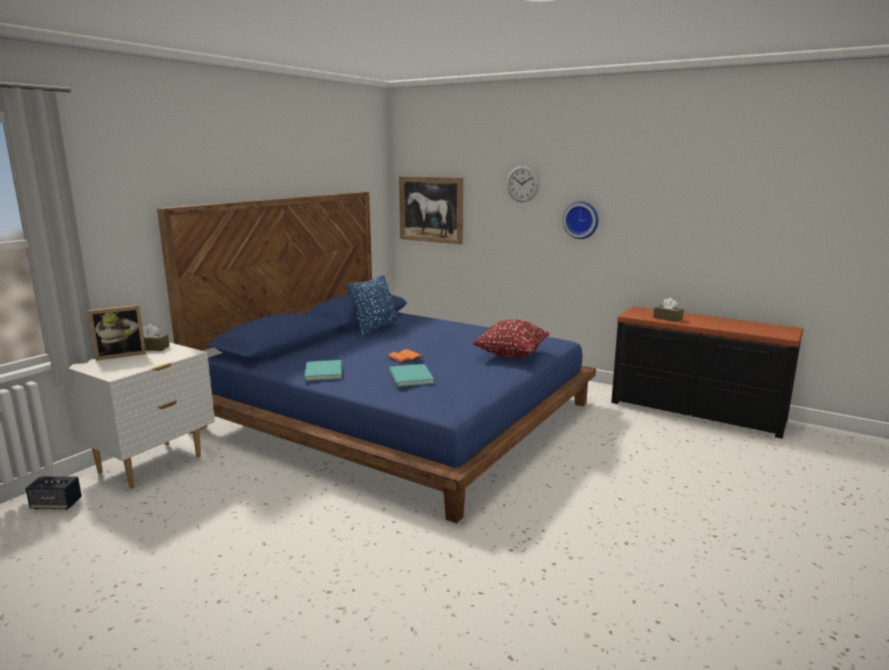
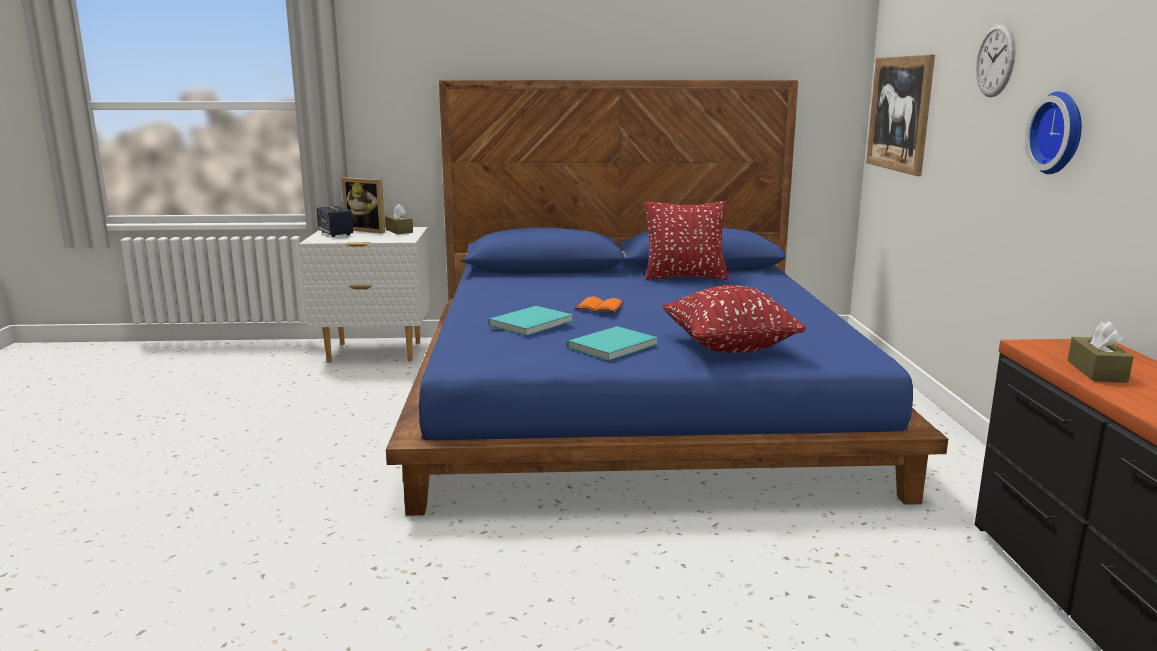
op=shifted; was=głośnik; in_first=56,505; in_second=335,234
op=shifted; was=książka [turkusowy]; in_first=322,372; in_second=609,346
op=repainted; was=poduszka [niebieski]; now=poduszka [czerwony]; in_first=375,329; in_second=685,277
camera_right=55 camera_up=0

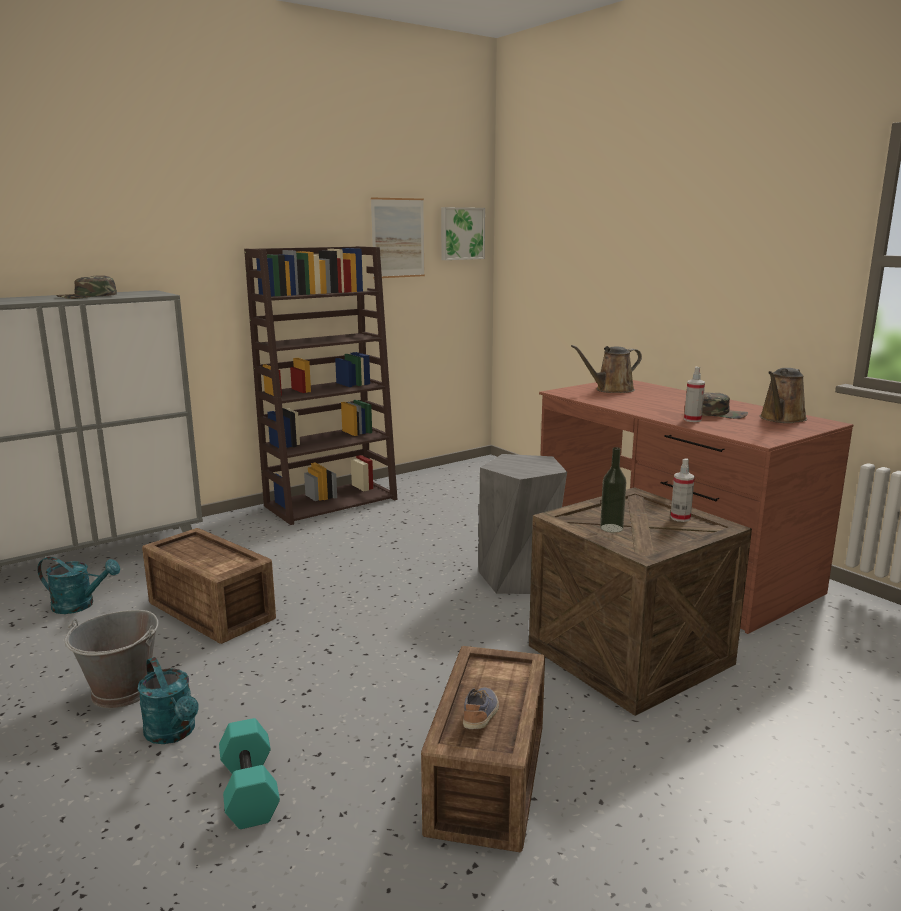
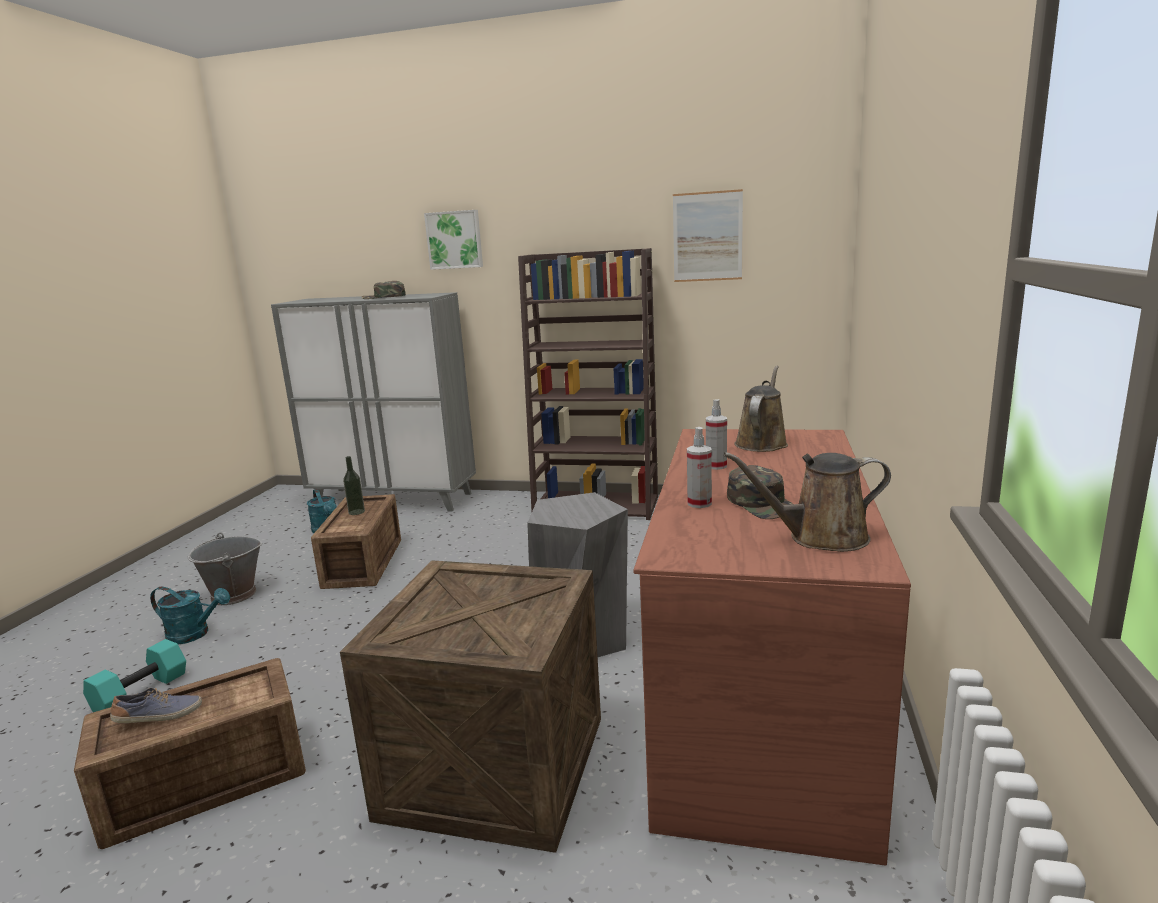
op=rotated; was=konewka [turkusowy]; in_first=173,733; in_second=195,634; clockwise=-90
op=shifted; was=butelka; in_first=611,528; in_second=356,512
op=shifted; was=obraz; in_first=461,233; in_second=455,240
op=shifted; was=spryskiwacz; in_first=680,518; in_second=716,466
op=rotated; was=konewka [brązowy]; in_first=611,390; in_second=762,443; clockwise=90
camera_right=50 camera_up=0

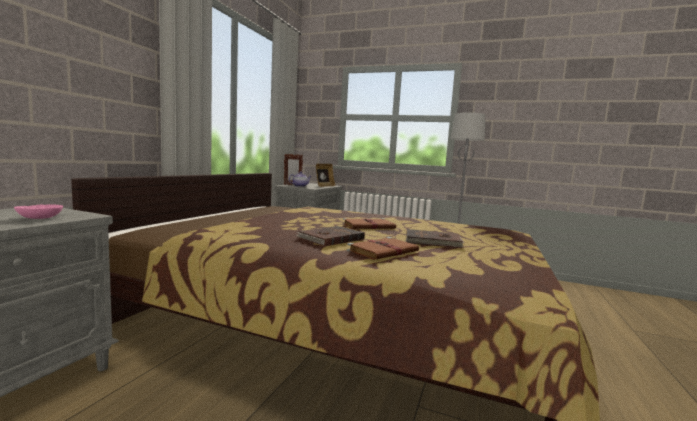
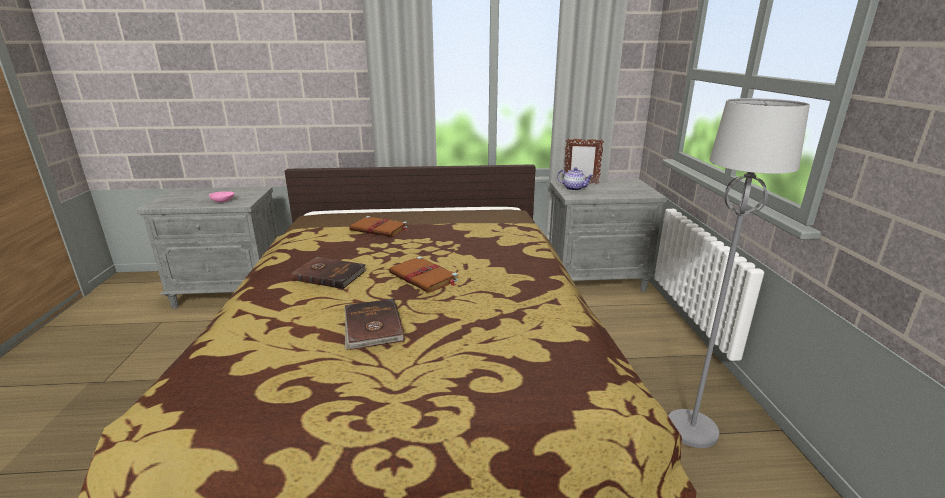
op=shifted; was=książka [brązowy]; in_first=383,251; in_second=380,229
op=gone; was=ramka na zdjęcie; in_first=324,186
camera_right=65 camera_up=15

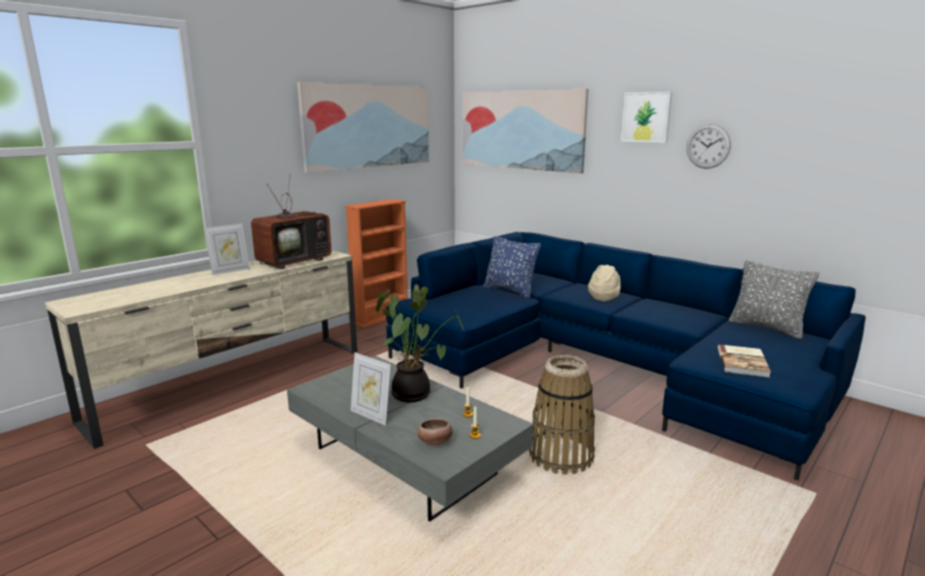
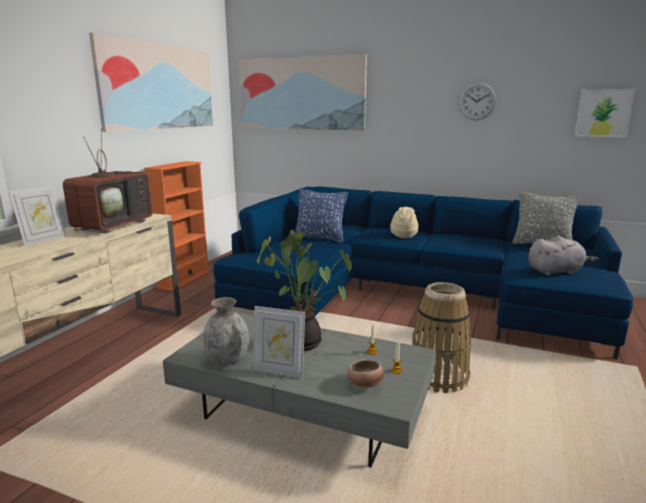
op=new; now=wazon [szary]; in_second=227,359
op=swapped; was=książka; now=pluszak [szary]; in_first=743,362; in_second=556,271
op=shifted; was=obraz; in_first=646,117; in_second=603,113
camera_right=-20 camera_up=0

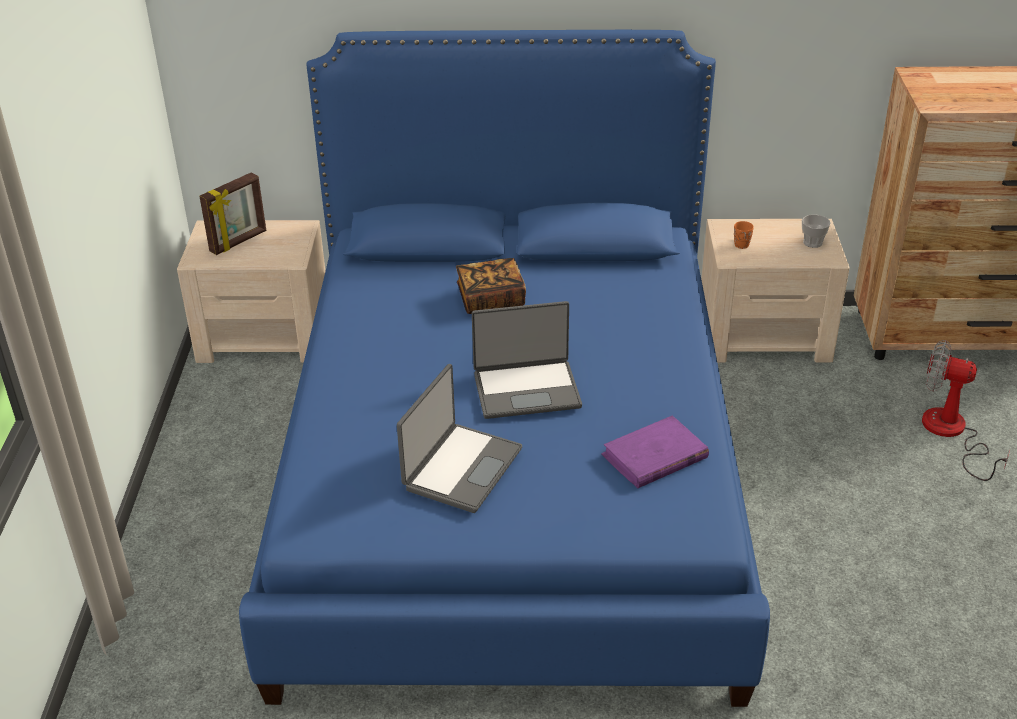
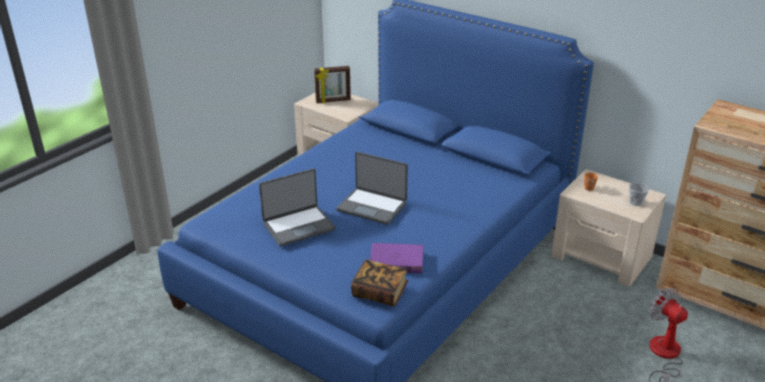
op=shifted; was=książka; in_first=491,299; in_second=379,292
camera_right=35 camera_up=-5

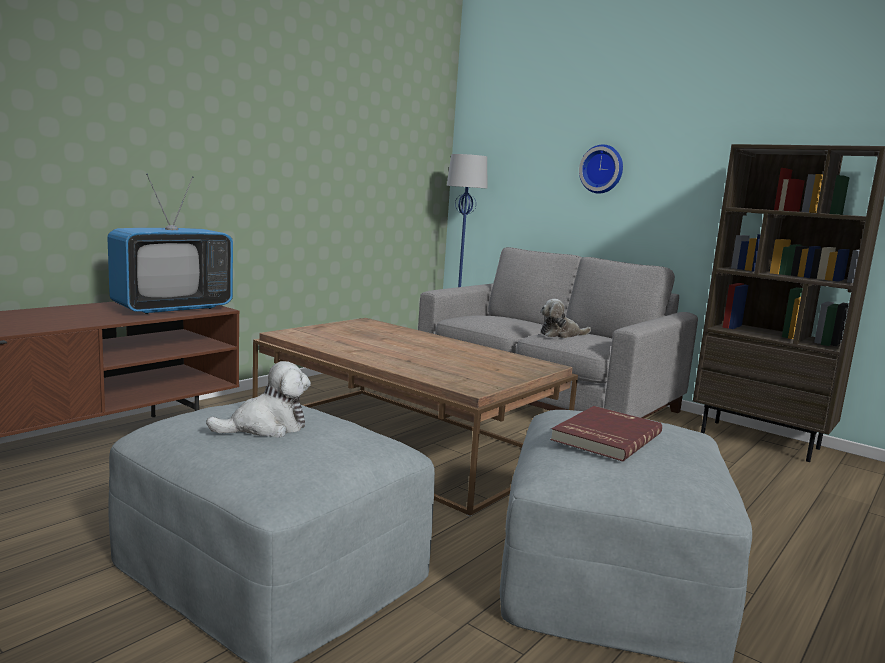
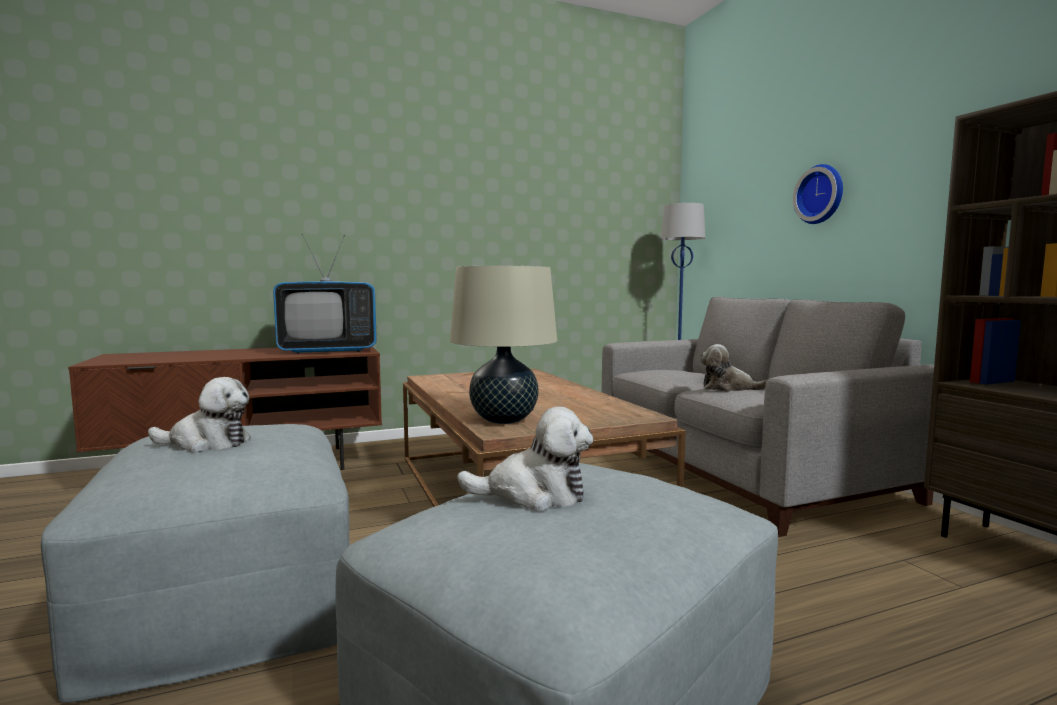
op=new; now=lampa stołowa [beżowy]; in_second=504,420
op=swapped; was=książka [czerwony]; now=pluszak; in_first=604,436; in_second=533,494
camera_right=30 camera_up=-5

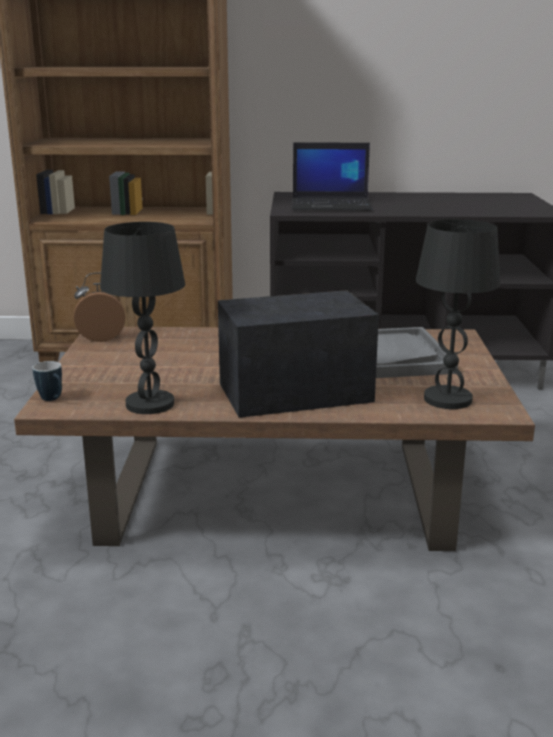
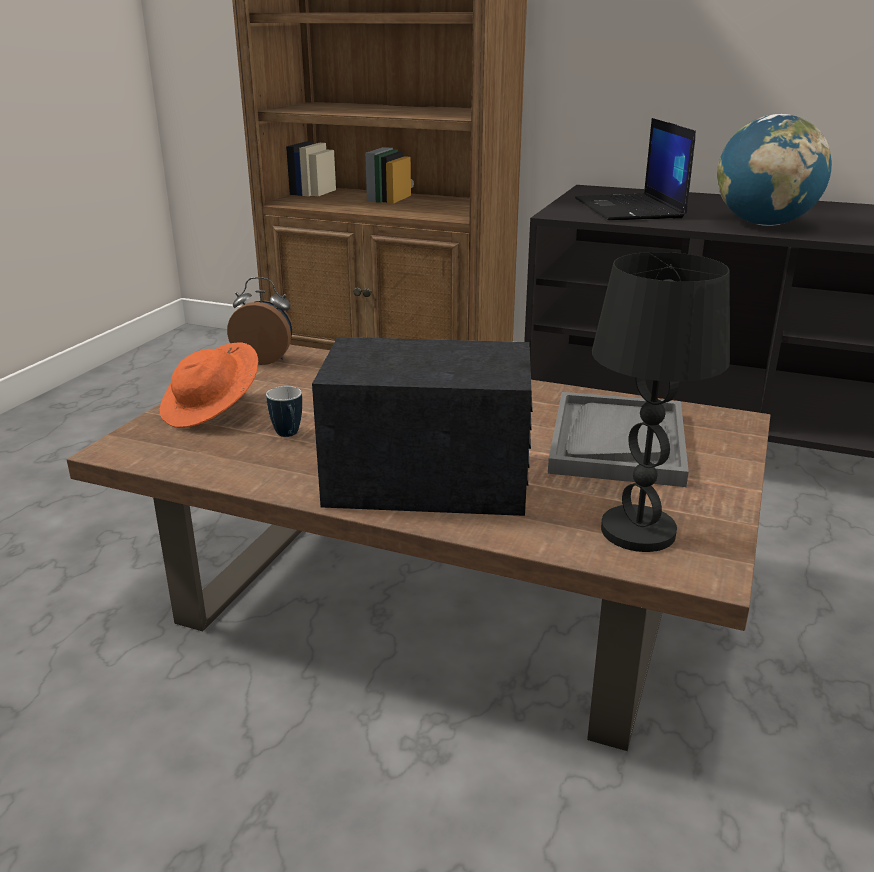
op=new; now=kapelusz [pomarańczowy]; in_second=212,410
op=shifted; was=kubek; in_first=53,400; in_second=289,435
op=rotated; was=laptop; in_first=332,205; in_second=630,209; clockwise=60
op=new; now=globus; in_second=764,224
op=gone; was=lampa stołowa [czarny]; in_first=150,404
camera_right=20 camera_up=5

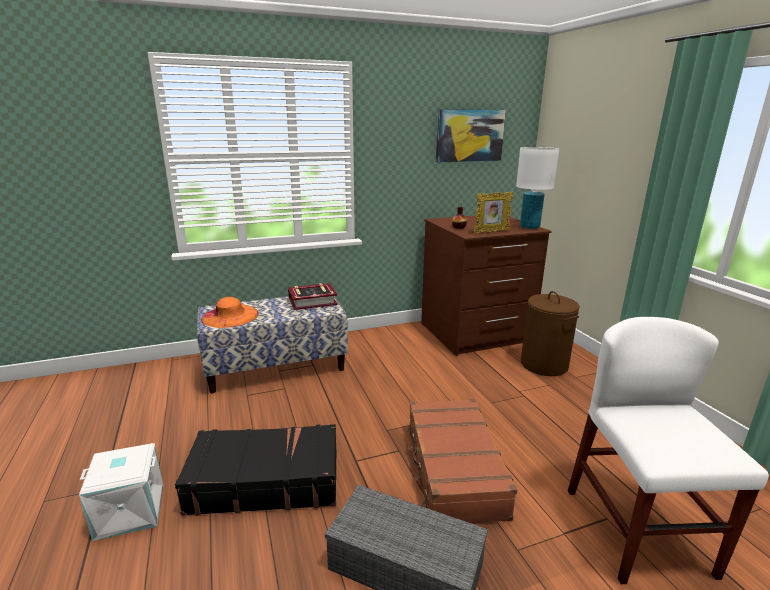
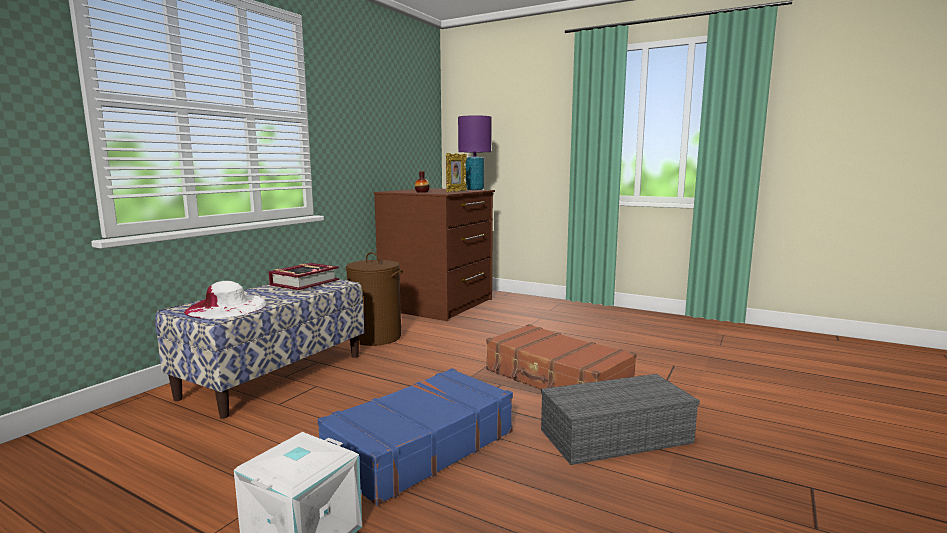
op=repainted; was=kapelusz [pomarańczowy]; now=kapelusz [biały]; in_first=230,316; in_second=226,307
op=repainted; was=walizka [czarny]; now=walizka [niebieski]; in_first=265,481; in_second=419,447
op=shifted; was=kosz na pranie [brązowy]; in_first=544,365; in_second=376,337
op=repainted; was=lampa stołowa [biały]; now=lampa stołowa [fioletowy]; in_first=529,227; in_second=474,189
op=gone; was=obraz; in_first=469,135
op=gone; was=krzesło [biały]; in_first=637,531
camera_right=-40 camera_up=-10

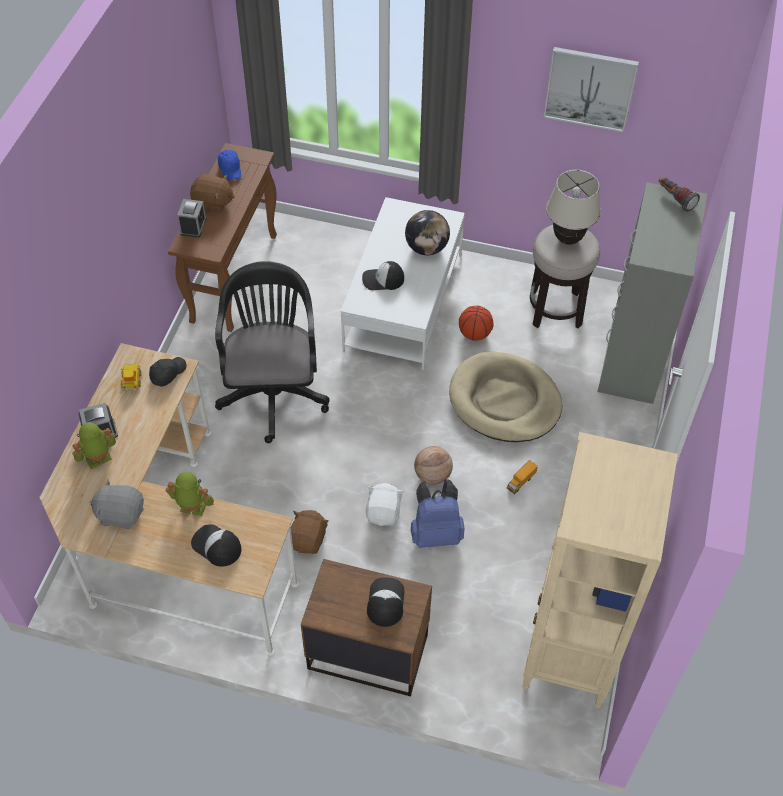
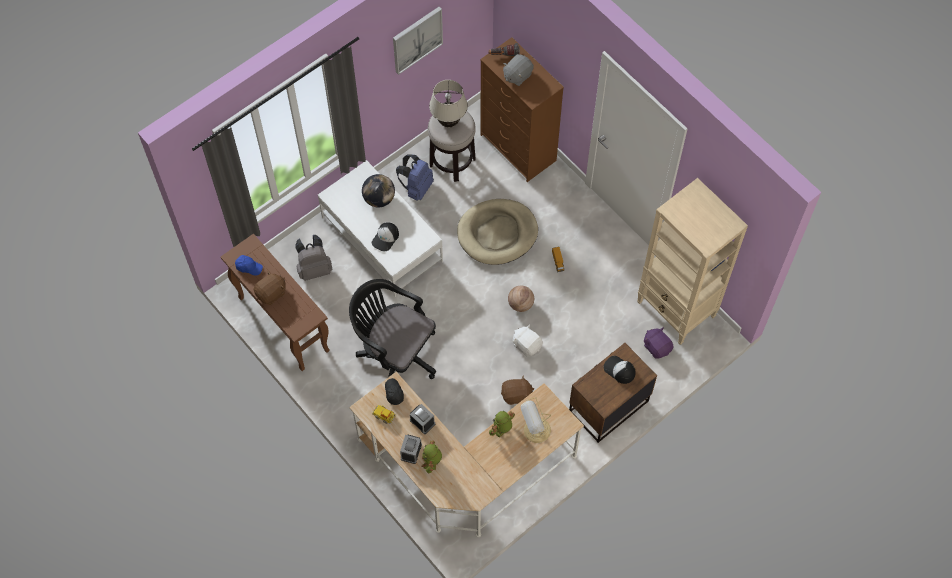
op=new; now=plecak [szary]; in_second=314,269
op=shifted; was=plecak [niebieski]; in_first=436,533; in_second=416,188
op=shifted; was=budzik; in_first=193,226; in_second=422,422
op=repainted; was=komoda [szary]; now=komoda [brązowy]; in_first=632,359; in_second=518,148
op=rotated; was=pluszak [brązowy]; in_first=308,539; in_second=516,395; clockwise=120
op=shifted; was=pluszak [szary]; in_first=121,513; in_second=517,75
op=swapped; was=czapka z daszkiem; now=lampa stołowa; in_first=216,546; in_second=535,431
op=new; now=pluszak [fioletowy]; in_second=657,347
op=gone; was=piłka do koszykówki; in_first=474,334
camera_right=-55 camera_up=10

